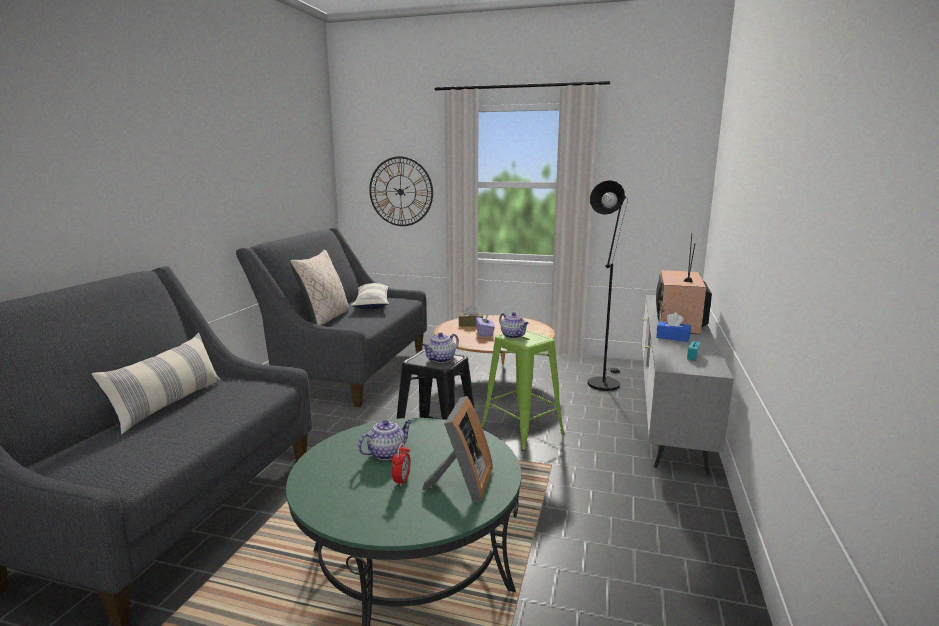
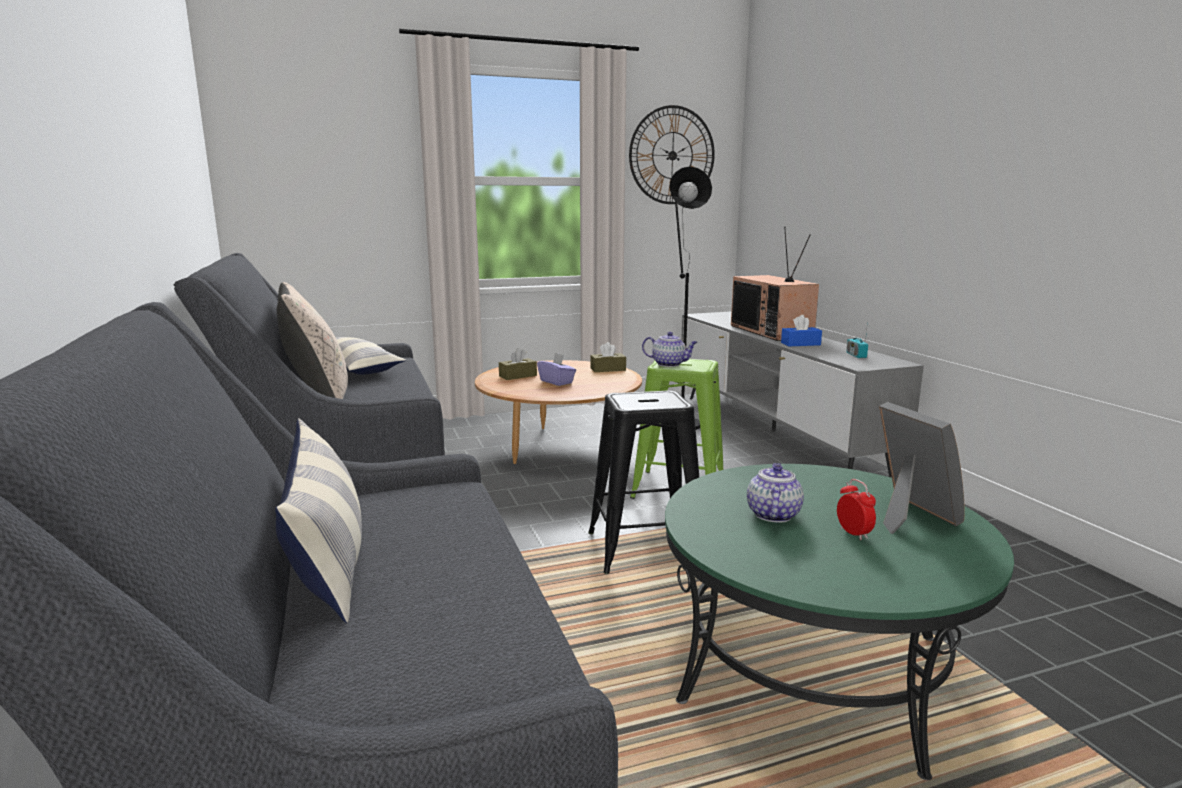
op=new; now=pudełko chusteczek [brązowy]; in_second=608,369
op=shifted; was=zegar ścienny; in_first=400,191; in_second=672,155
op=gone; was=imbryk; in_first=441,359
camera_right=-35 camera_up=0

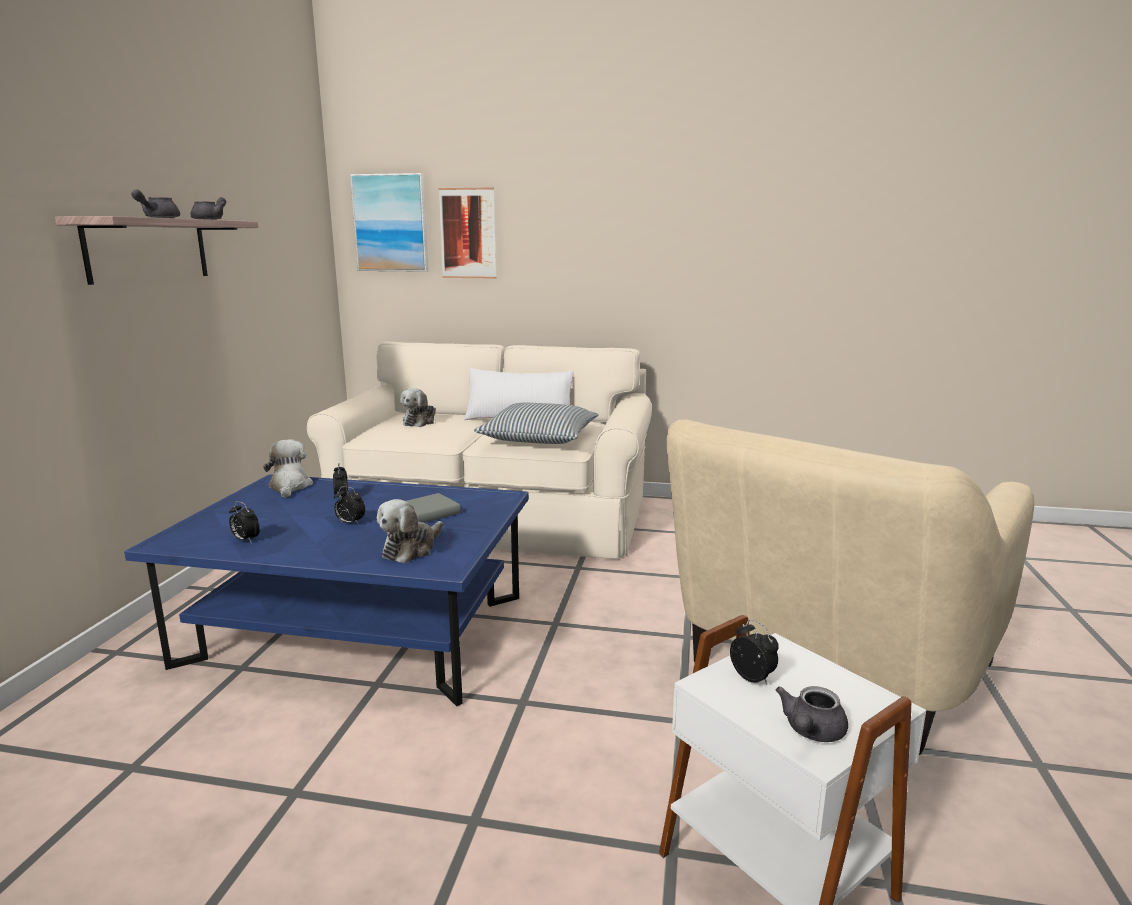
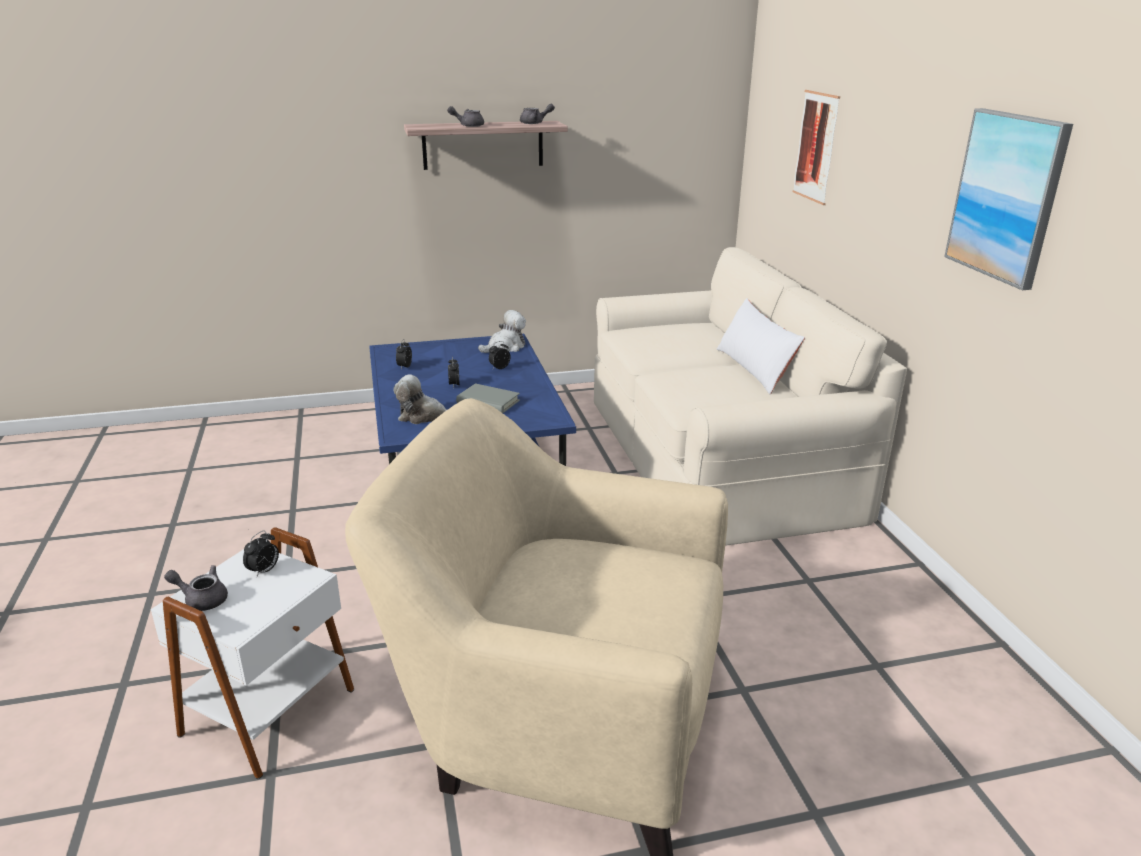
op=shifted; was=obraz; in_first=391,223; in_second=1006,196
op=gone; was=pluszak; in_first=420,422
op=gone; was=poduszka; in_first=539,438
camera_right=65 camera_up=10

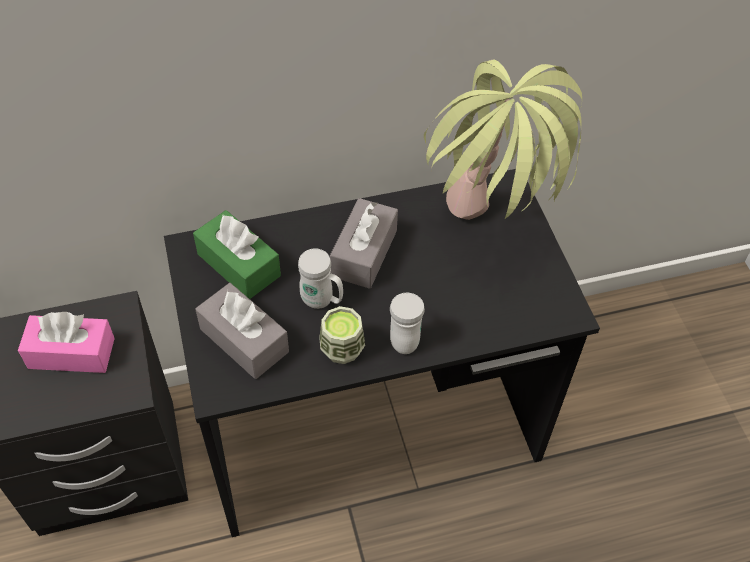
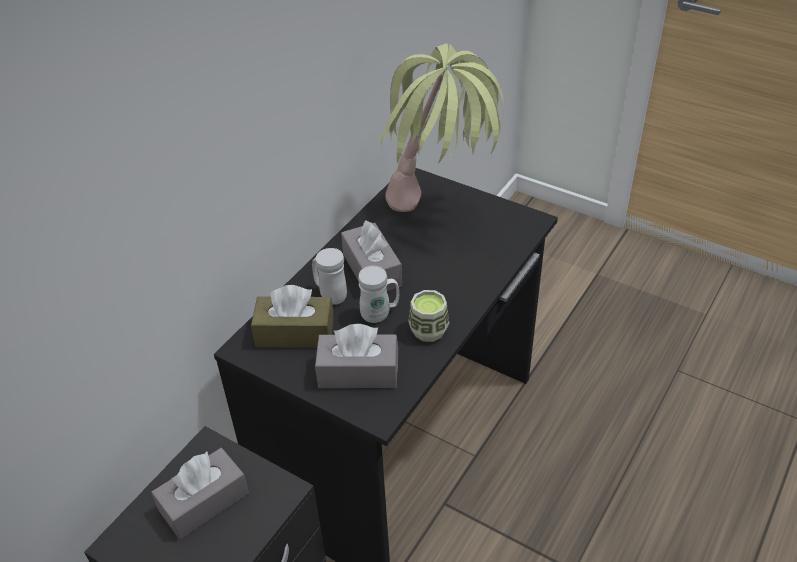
op=repainted; was=pudełko chusteczek [różowy]; now=pudełko chusteczek [szary]; in_first=71,353; in_second=204,502
op=repainted; was=pudełko chusteczek [zielony]; now=pudełko chusteczek [brązowy]; in_first=239,265; in_second=295,333
op=shifted; was=kubek [biały]; in_first=403,337; in_second=330,295
camera_right=-40 camera_up=-10

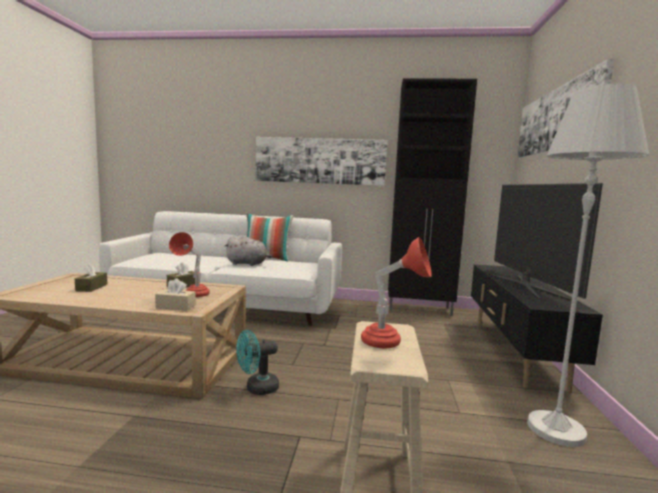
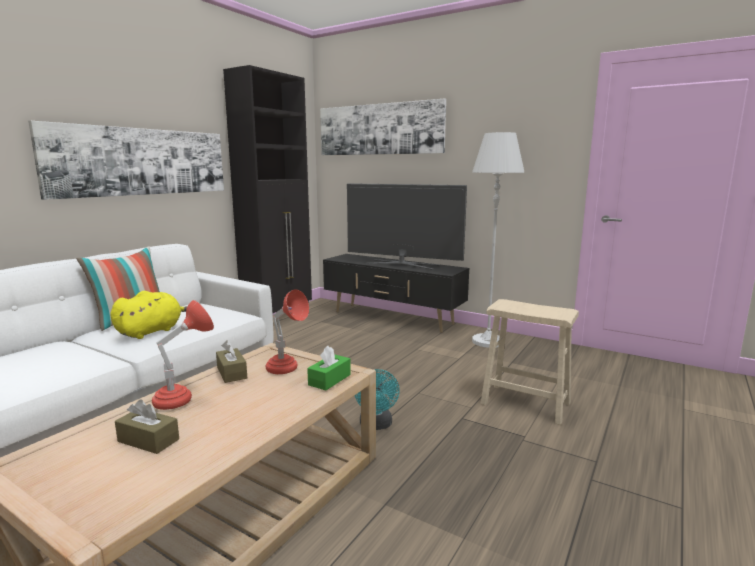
op=repainted; was=pluszak [szary]; now=pluszak [żółty]; in_first=248,264; in_second=152,331
op=shifted; was=lampa stołowa [czerwony]; in_first=391,344; in_second=184,398
op=repainted; was=pudełko chusteczek [beżowy]; now=pudełko chusteczek [zielony]; in_first=175,306; in_second=329,380
camera_right=-65 camera_up=5

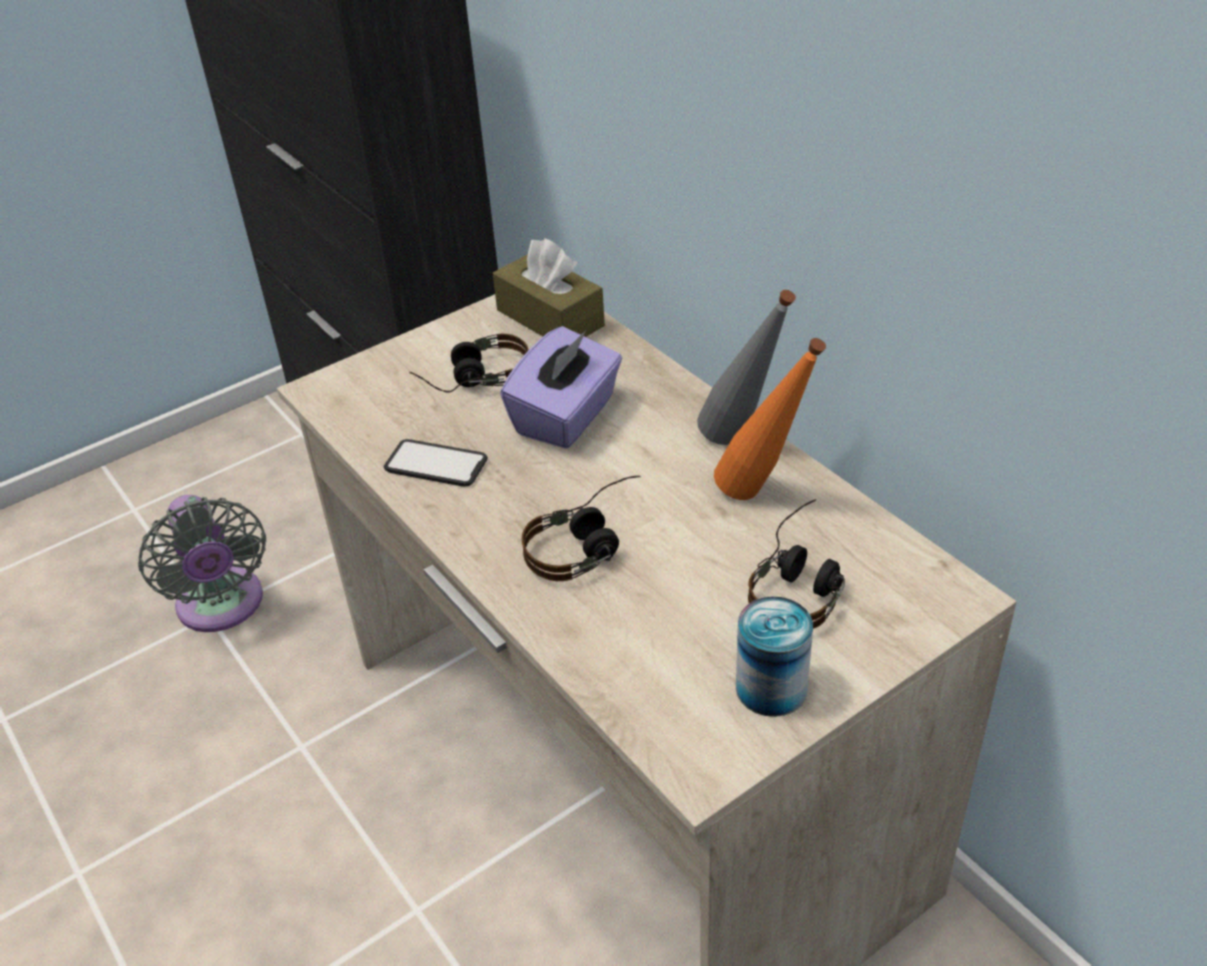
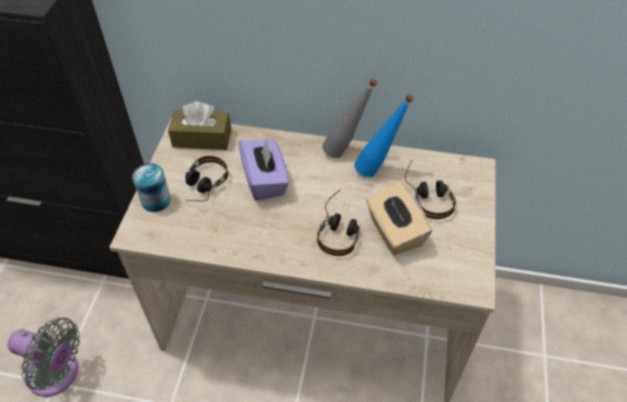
op=shifted; was=puszka; in_first=771,688; in_second=156,200
op=repainted; was=butelka [pomarańczowy]; now=butelka [niebieski]; in_first=763,496; in_second=378,169
op=new; now=pudełko chusteczek [beżowy]; in_second=394,232
op=gone; was=telefon; in_first=436,464
camera_right=-45 camera_up=10

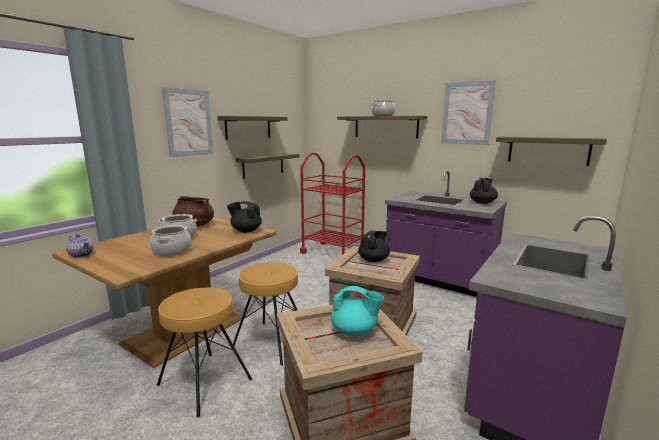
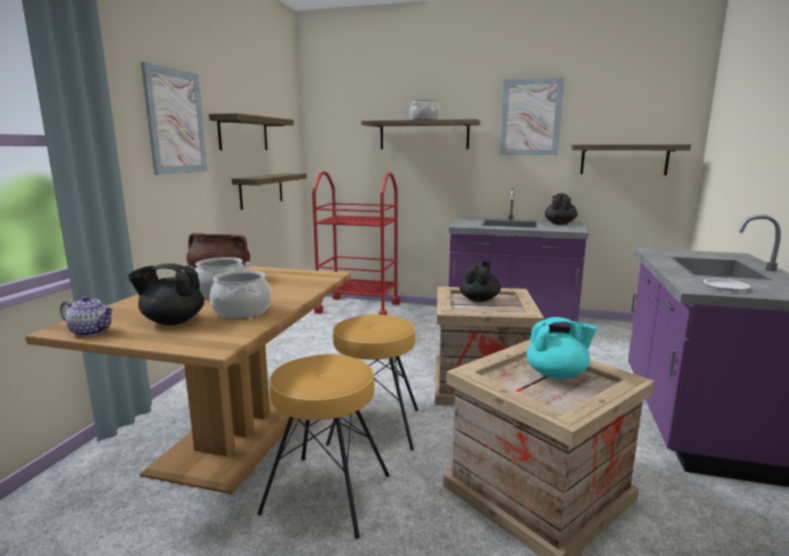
op=shifted; was=imbryk [czarny]; in_first=246,231; in_second=172,321
op=new; now=talerz [biały]; in_second=725,287
camera_right=-20 camera_up=0

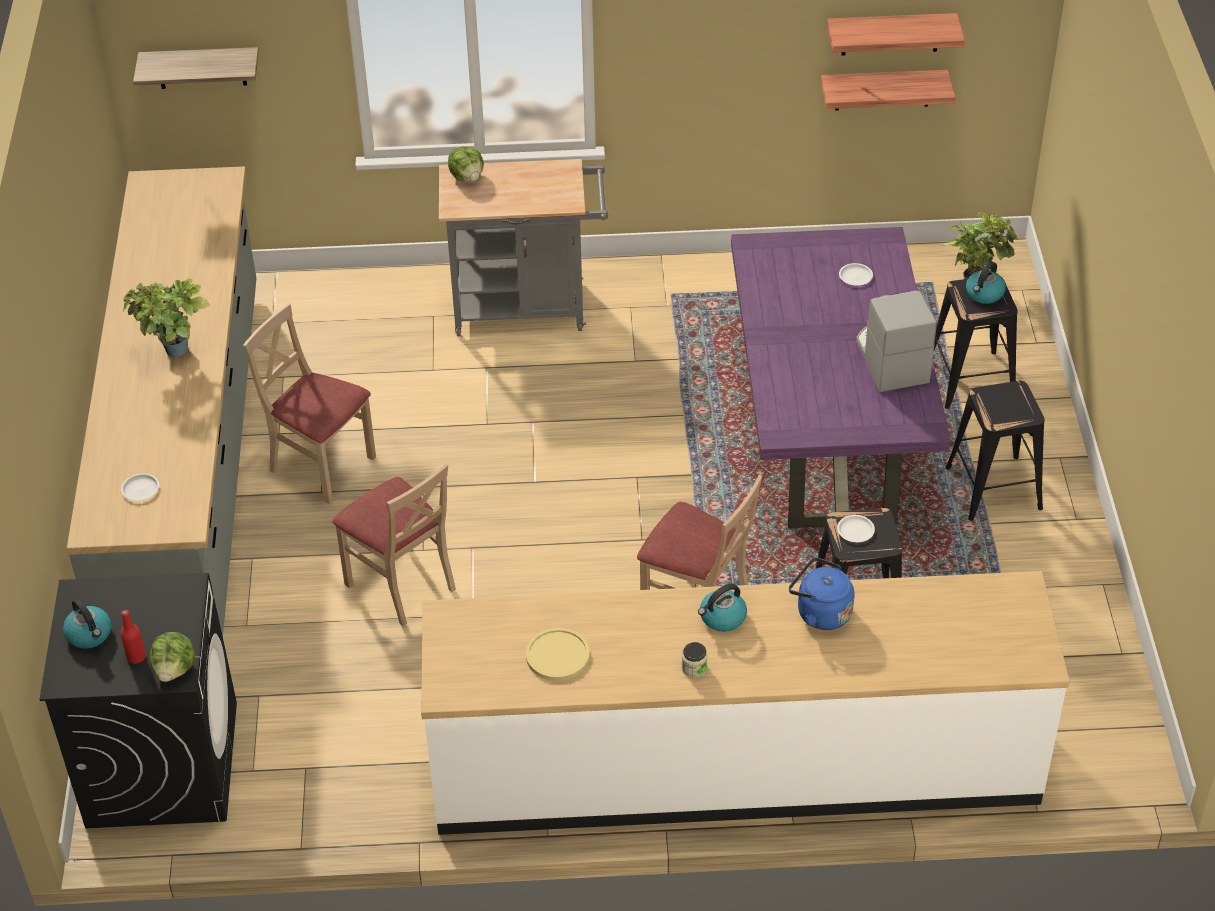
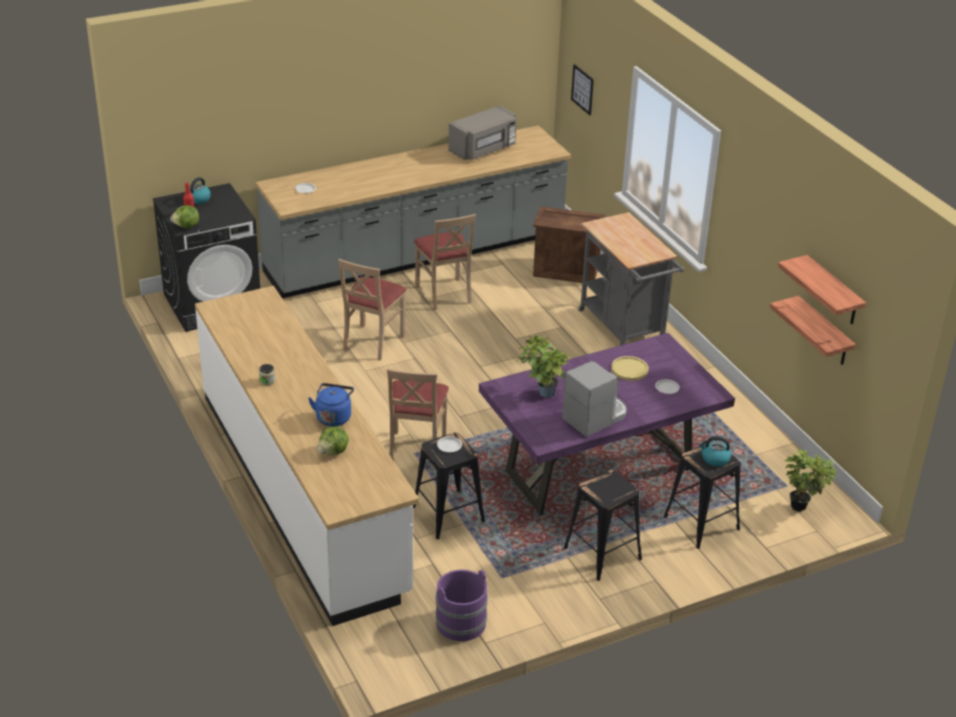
op=shifted; was=sałata; in_first=467,177; in_second=333,452
op=rotated; was=krzesło [beżowy]; in_first=321,465; in_second=444,294; clockwise=150
op=new; now=wiadro [fioletowy]; in_second=460,623
op=new; now=mikrofalówka [szary]; in_second=483,149
op=shifted; was=roślina doniczkowa; in_first=173,354; in_second=542,393
op=new; now=skrzynka; in_second=567,270
op=swapped; was=półka; now=obraz; in_first=201,68; in_second=582,89
op=shifted; was=talerz [żółty]; in_first=557,655; in_second=629,369
op=gone; was=czajnik; in_first=722,618
camera_right=65 camera_up=-10

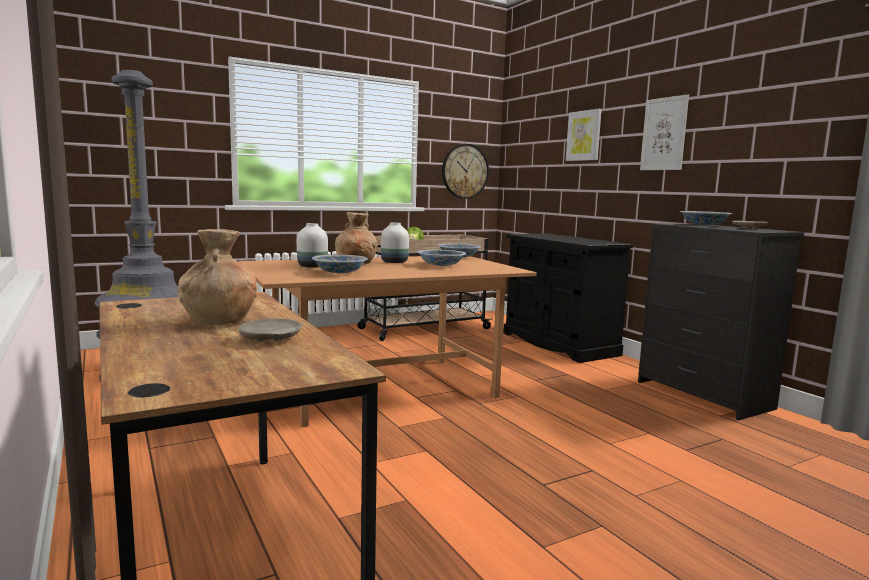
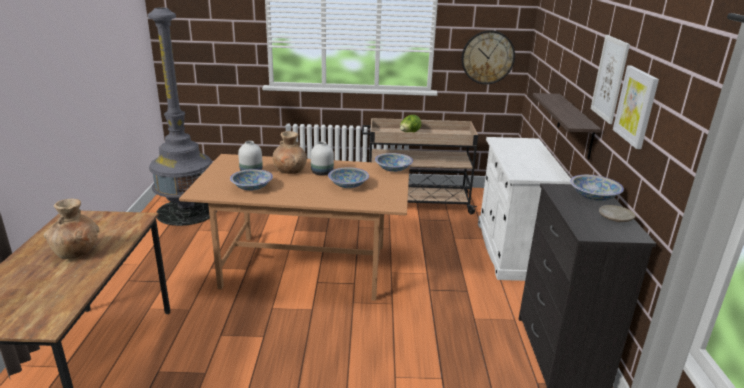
op=repainted; was=szafka [czarny]; now=szafka [biały]; in_first=558,344; in_second=511,250
op=new; now=półka; in_second=575,126
op=shifted; was=obraz; in_first=584,135; in_second=636,106
op=gone; was=talerz [beżowy]; in_first=270,339
camera_right=30 camera_up=15

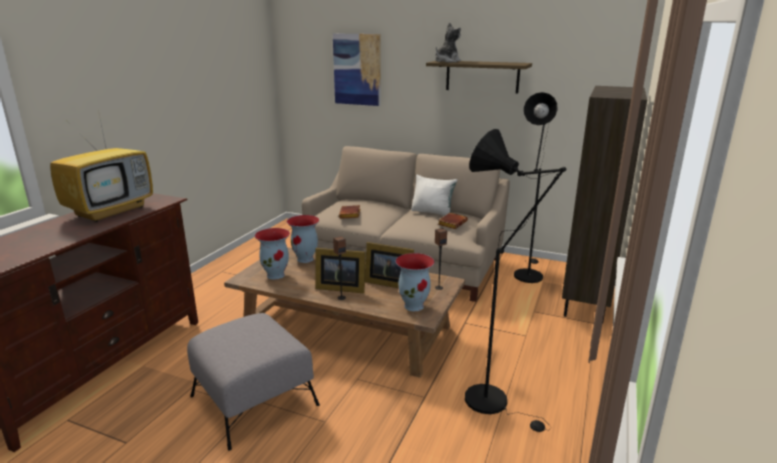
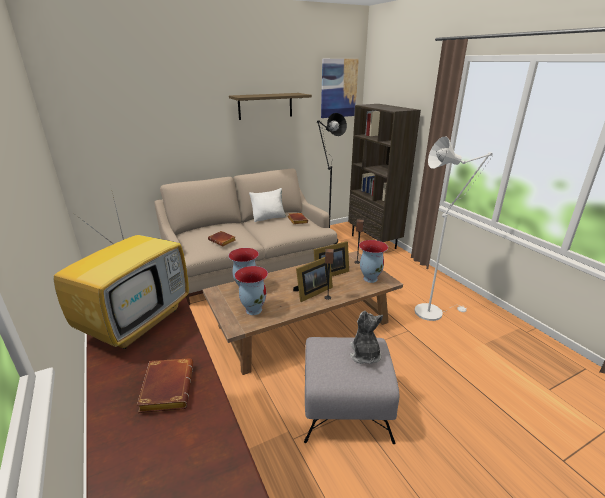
op=rotated; was=telewizor; in_first=111,211; in_second=138,321; clockwise=45
op=new; now=książka [brązowy]; in_second=166,388
op=shifted; was=obraz; in_first=357,69; in_second=339,88
op=shifted; was=pluszak; in_first=447,61; in_second=364,354
op=repainted; was=lampa stojąca [czarny]; now=lampa stojąca [biały]; in_first=494,402; in_second=433,311
camera_right=-50 camera_up=5

